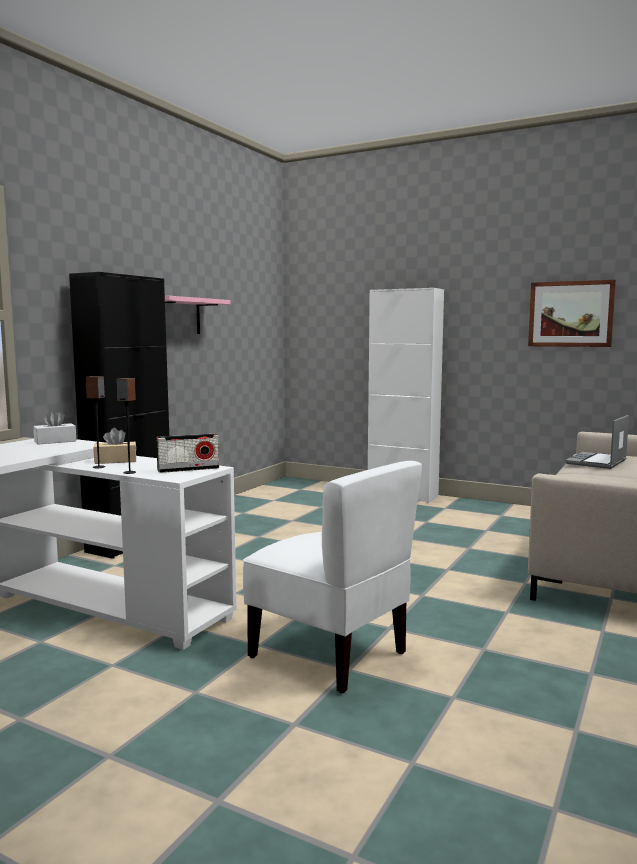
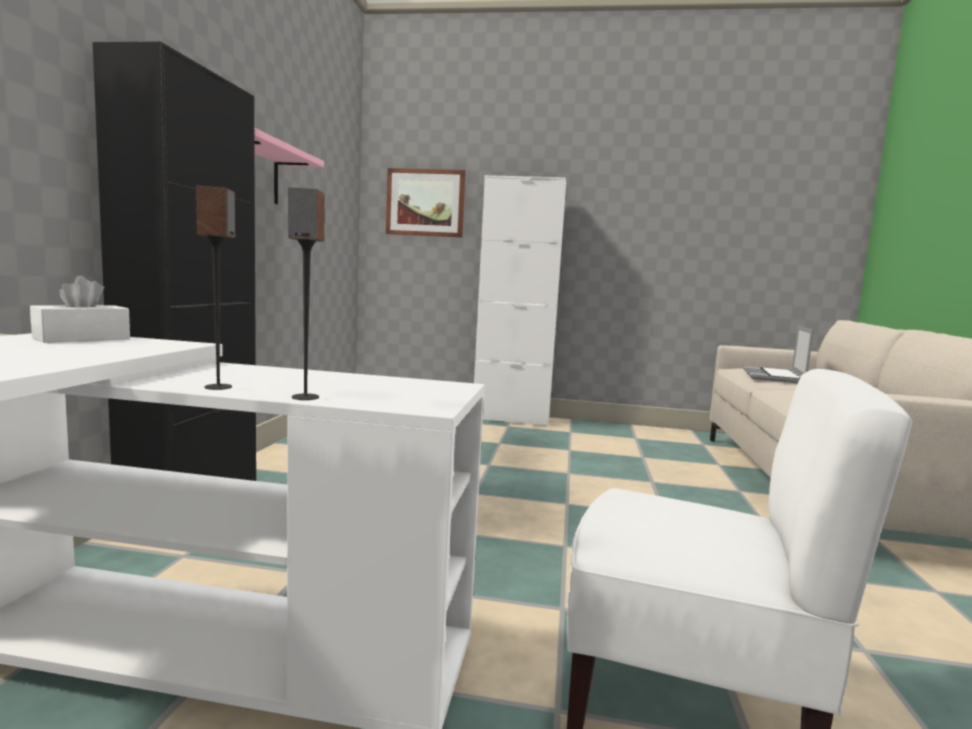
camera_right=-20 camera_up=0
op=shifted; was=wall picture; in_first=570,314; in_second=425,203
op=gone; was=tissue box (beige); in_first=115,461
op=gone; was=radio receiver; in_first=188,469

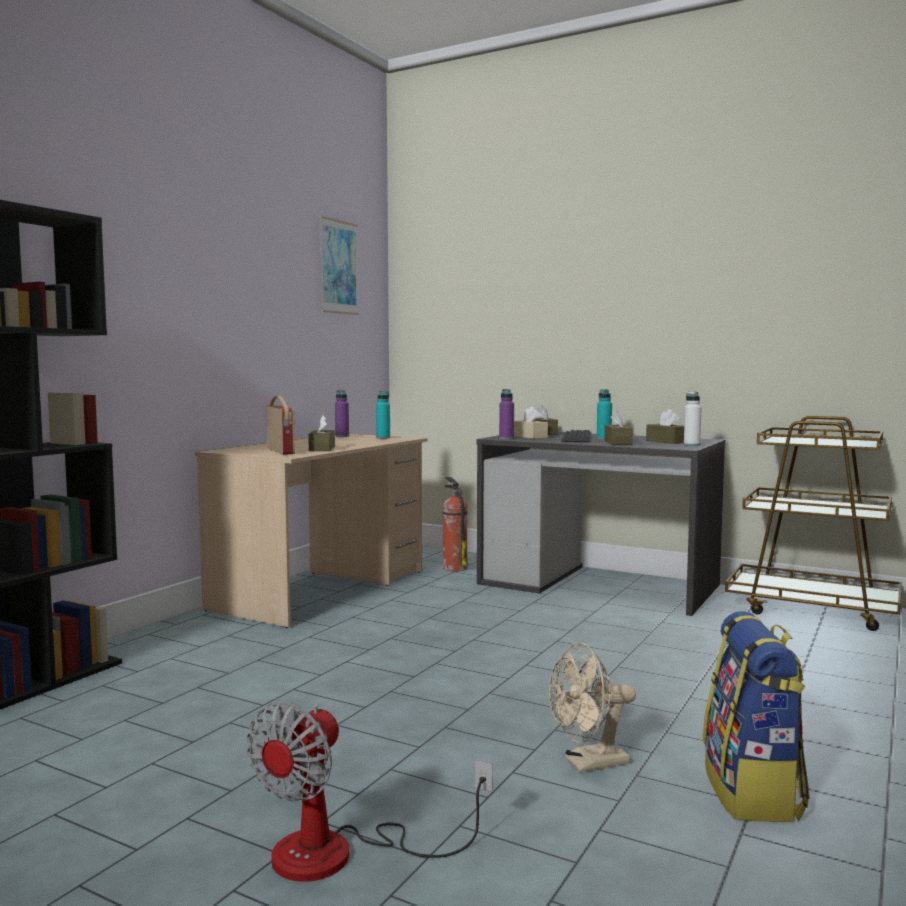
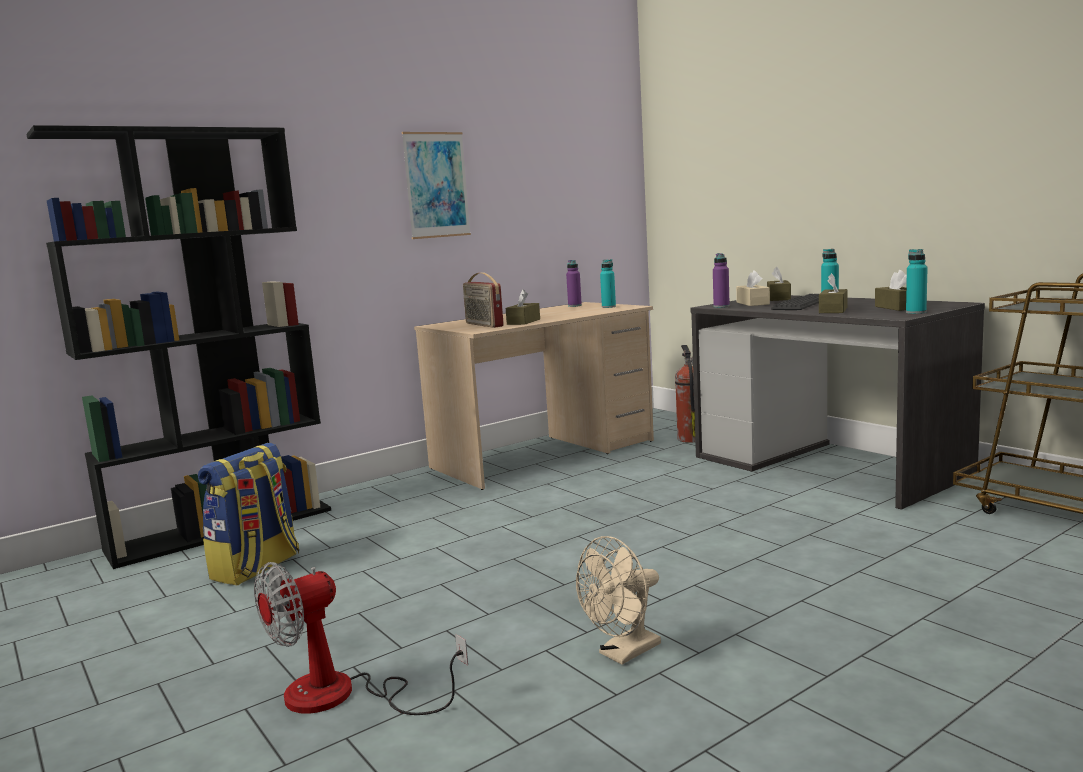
camera_right=25 camera_up=5
op=shifted; was=wall picture; in_first=339,267; in_second=436,185
op=repainted; was=drink bottle (white-coloured); now=drink bottle (turquoise-coloured); in_first=691,445; in_second=916,312
op=rotated; was=radio receiver; in_first=281,451; in_second=483,325; clockwise=150
op=shifted; was=knapsack; in_first=753,792; in_second=257,568
op=rotated; was=cooling fan (beige); in_first=588,763; in_second=623,653; clockwise=-45

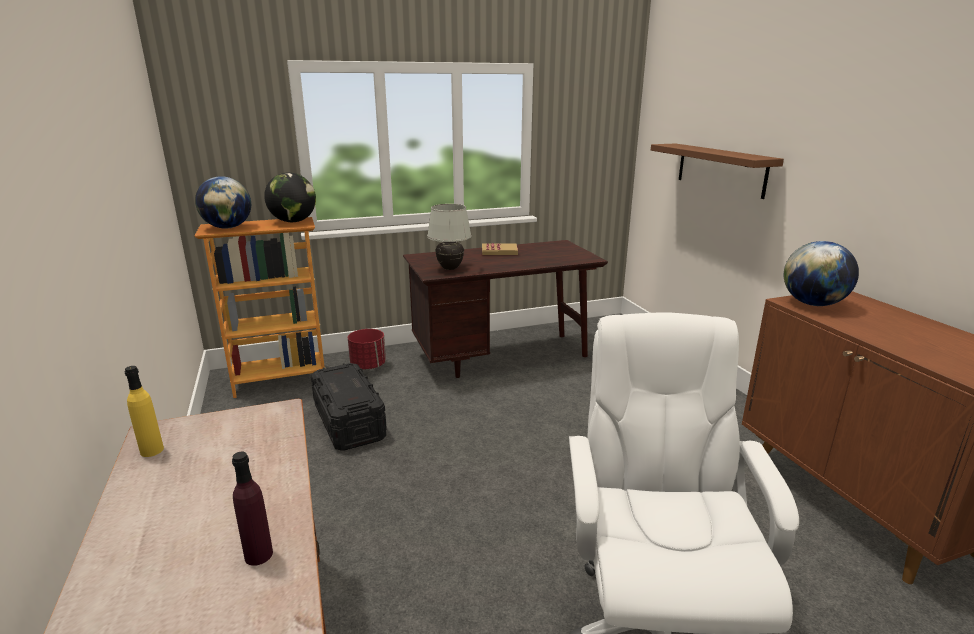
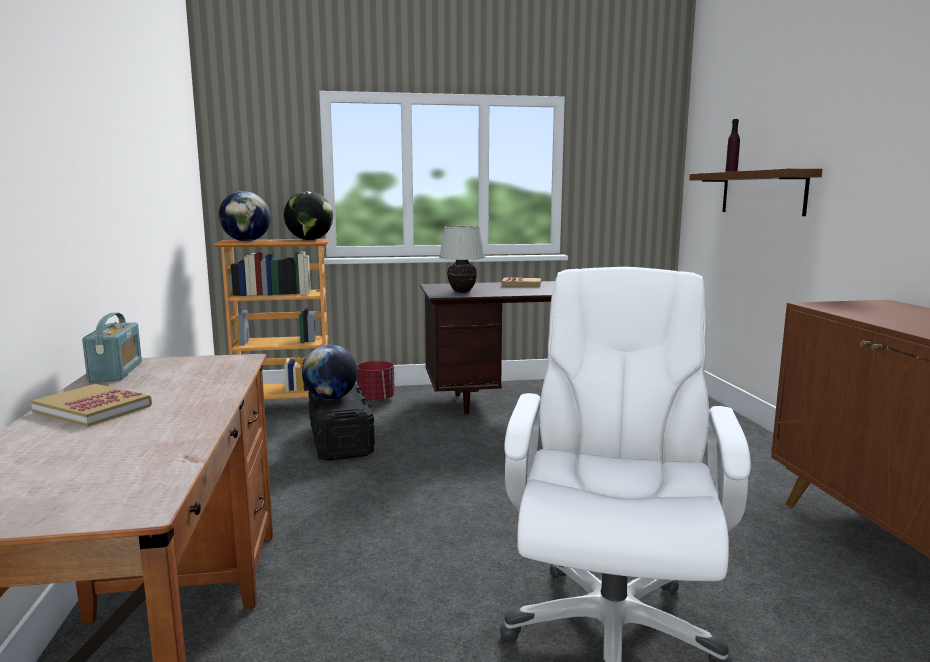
camera_right=10 camera_up=-10
op=shifted; was=desk globe; in_first=813,304; in_second=331,398
op=swapped; was=drink bottle (yellowish); now=radio receiver; in_first=152,450; in_second=116,371
op=shifted; was=drink bottle (purple-coloured); in_first=258,555; in_second=731,171
op=new; now=book; in_second=93,409

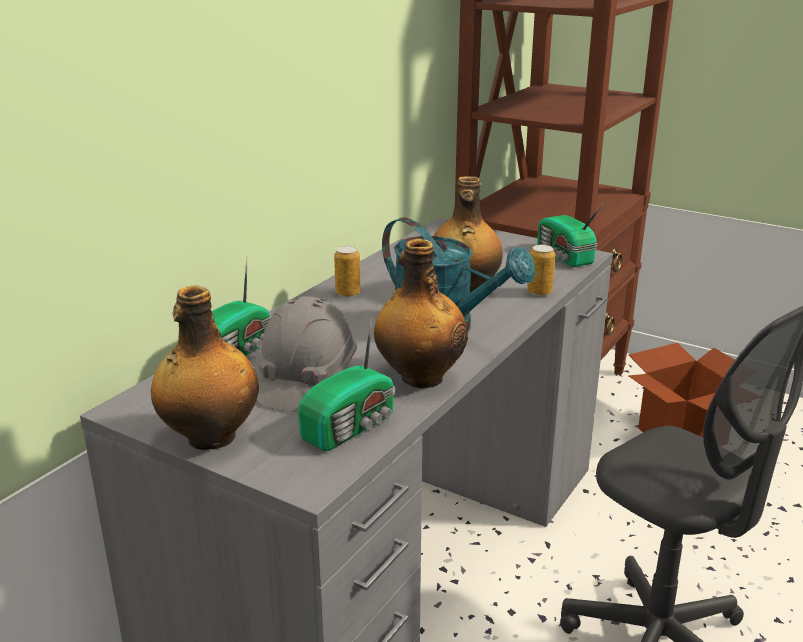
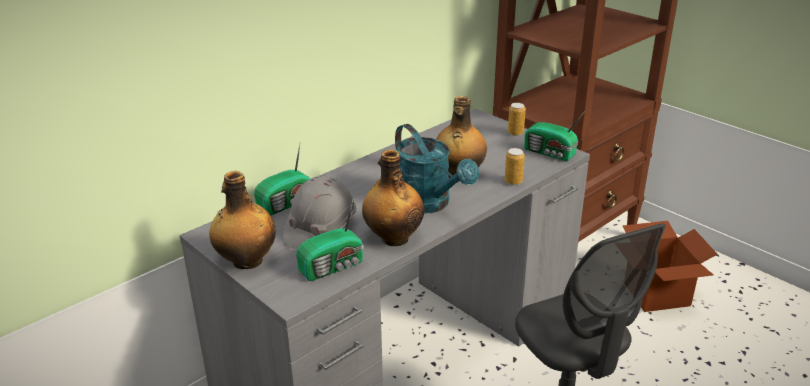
camera_right=15 camera_up=5
op=rotated; was=radio receiver; in_first=564,256; in_second=550,153; clockwise=-45
op=shifted; was=metal can; in_first=348,293; in_second=515,133

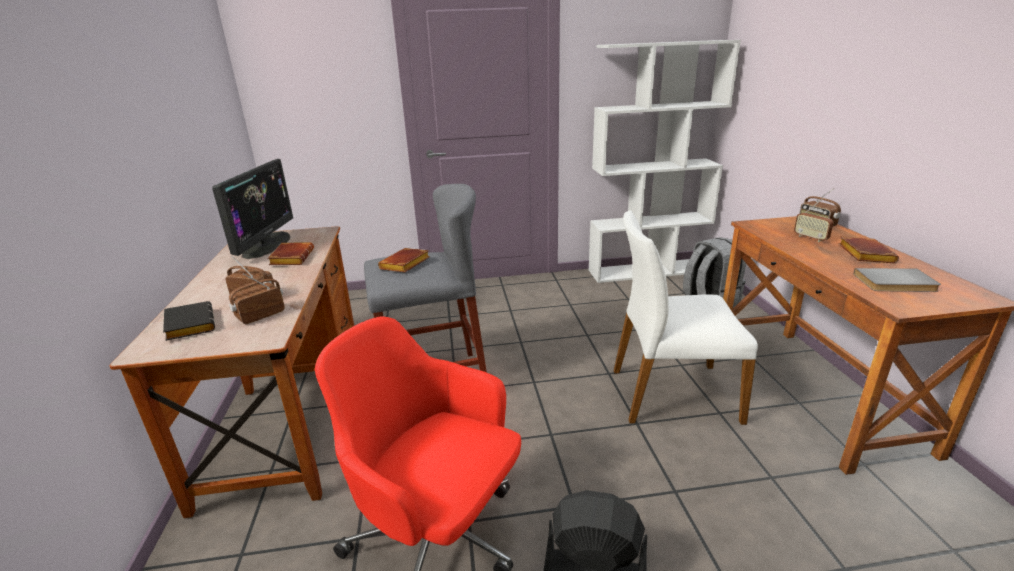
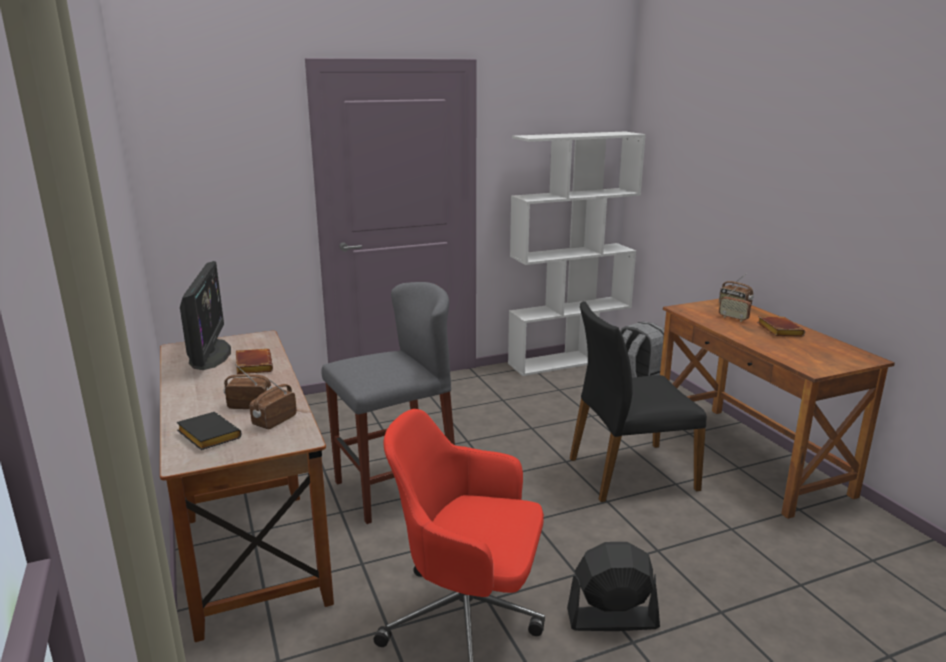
camera_right=-15 camera_up=-5
op=repainted; was=plain chair (white-coloured); now=plain chair (blackish); in_first=672,394; in_second=629,472
op=gone; was=book (brown-coloured); in_first=405,265
op=gone; was=book (grey); in_first=896,283

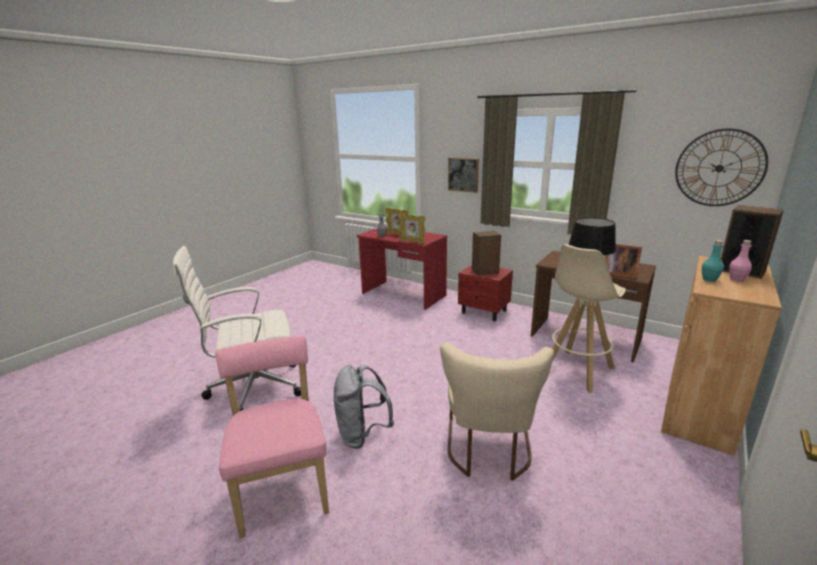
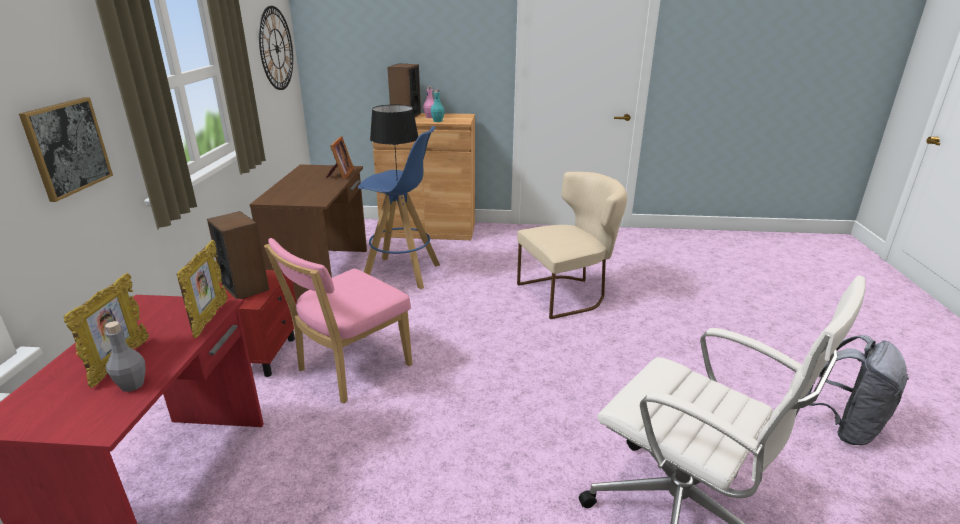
camera_right=-120 camera_up=5
op=repainted; was=sitting stool (beige); now=sitting stool (blue); in_first=577,370; in_second=403,273
op=shifted; was=plain chair (pink-coloured); in_first=283,487; in_second=350,370
op=shifted; was=knapsack (grey); in_first=362,435; in_second=843,426

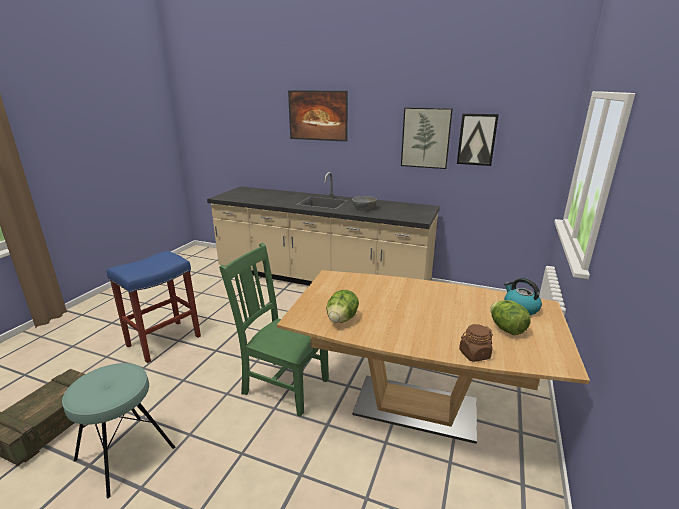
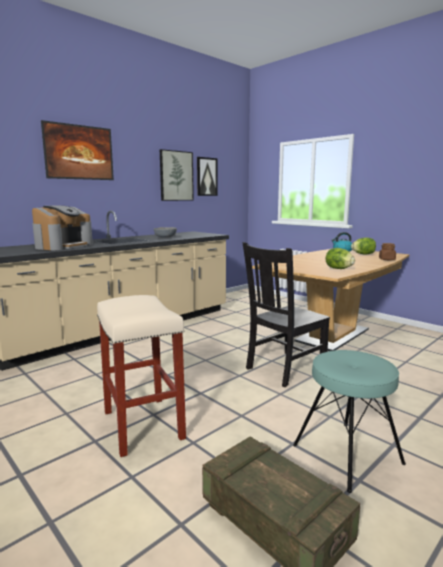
camera_right=-65 camera_up=-10
op=repainted; was=plain chair (green); now=plain chair (blackish); in_first=283,385; in_second=284,369
op=repainted; was=sitting stool (blue); now=sitting stool (beige); in_first=164,340; in_second=142,424
op=new; now=coffee maker; in_second=63,246

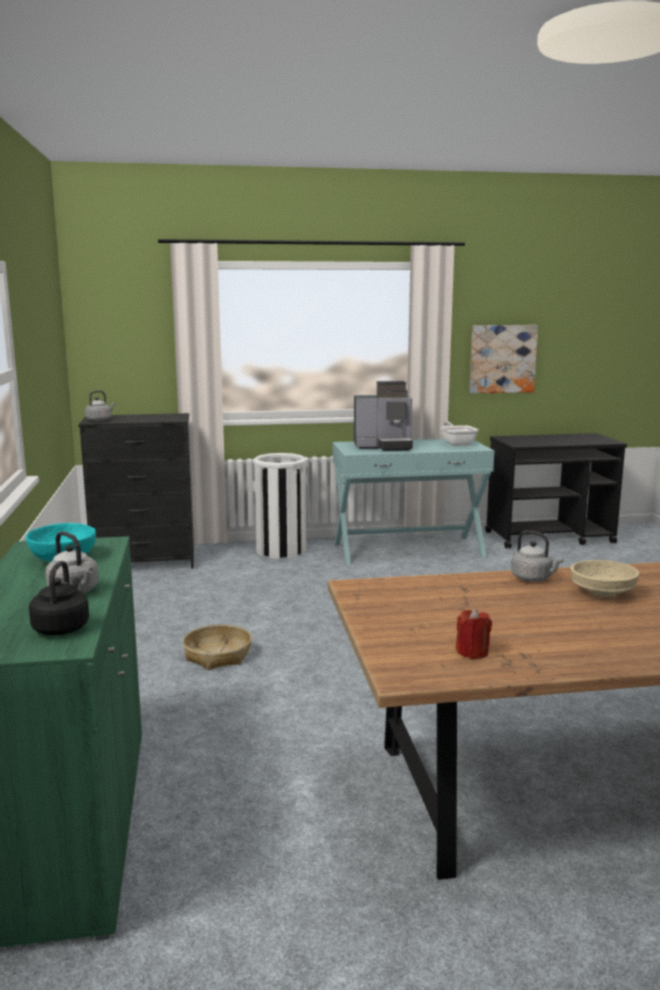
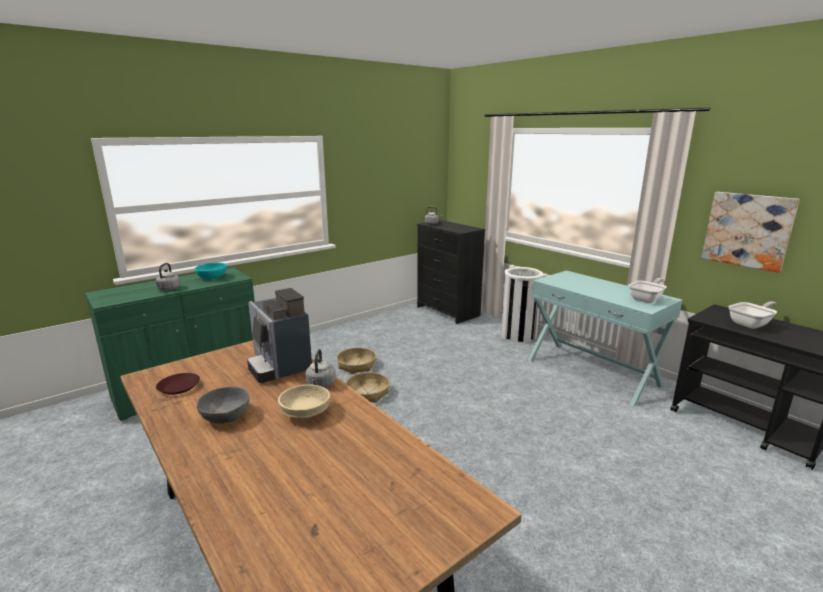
camera_right=60 camera_up=5
op=shifted; was=coffee maker; in_first=384,446; in_second=279,365
op=gone; was=water kettle (blackish); in_first=62,627
op=swapped; was=wax candle (reddish); now=plate (brown-coloured); in_first=472,652; in_second=179,387
op=new; now=pan; in_second=751,324
op=new; now=household basket; in_second=368,393
op=new; now=deep dish (grey); in_second=226,416

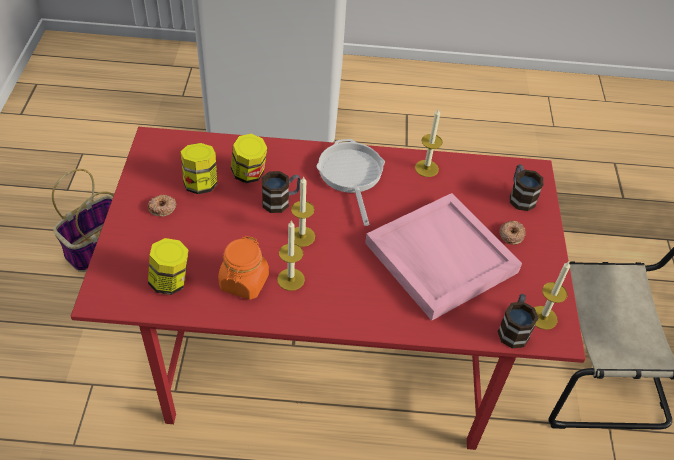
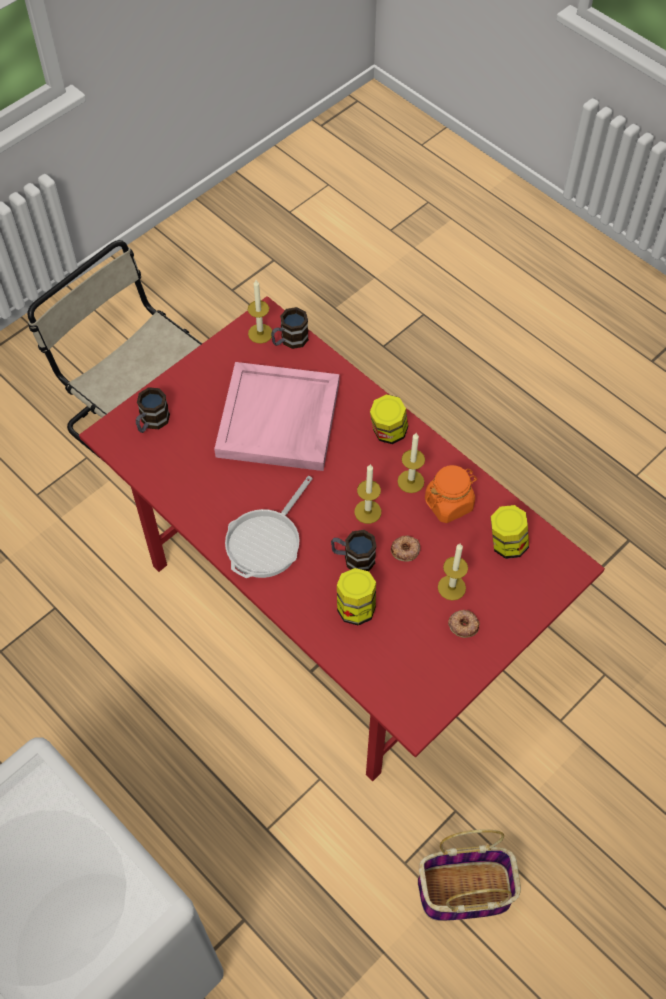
camera_right=-135 camera_up=10
op=shifted; was=wax candle; in_first=426,168; in_second=451,587
op=shifted; was=jar; in_first=201,184; in_second=388,432
op=shifted; was=donut; in_first=511,234; in_second=405,550

